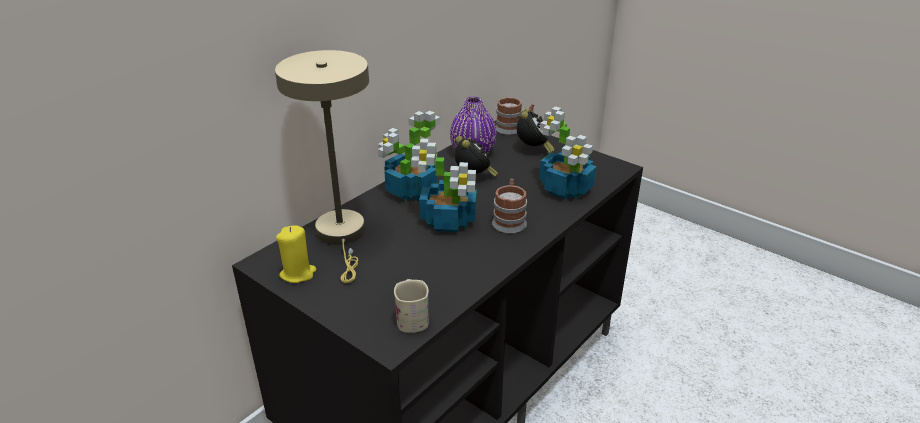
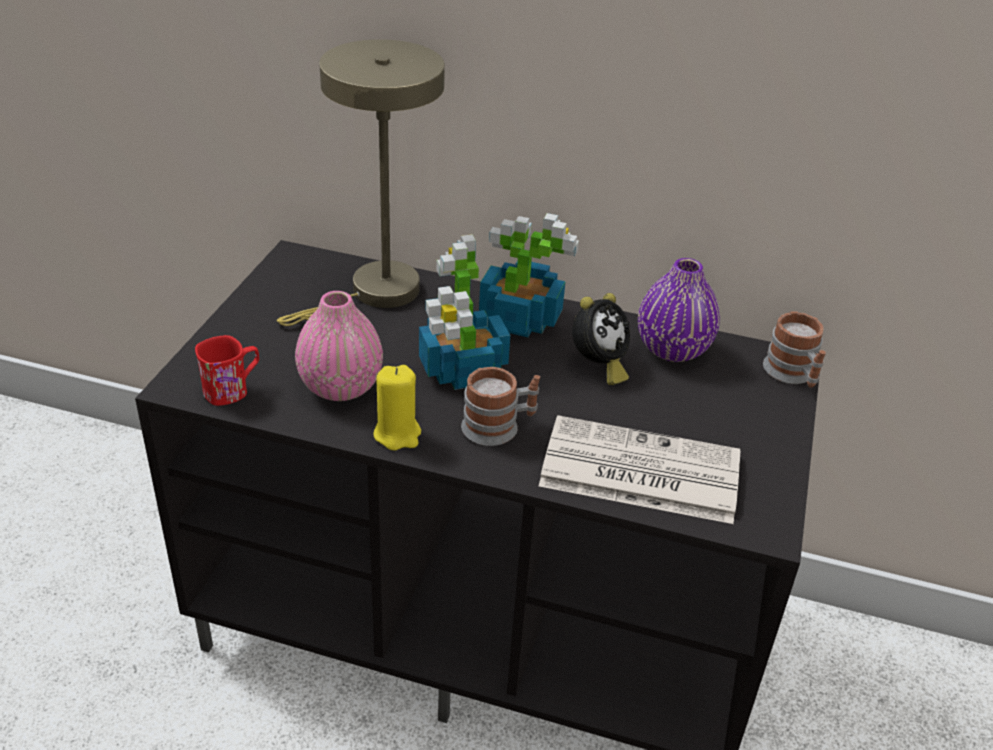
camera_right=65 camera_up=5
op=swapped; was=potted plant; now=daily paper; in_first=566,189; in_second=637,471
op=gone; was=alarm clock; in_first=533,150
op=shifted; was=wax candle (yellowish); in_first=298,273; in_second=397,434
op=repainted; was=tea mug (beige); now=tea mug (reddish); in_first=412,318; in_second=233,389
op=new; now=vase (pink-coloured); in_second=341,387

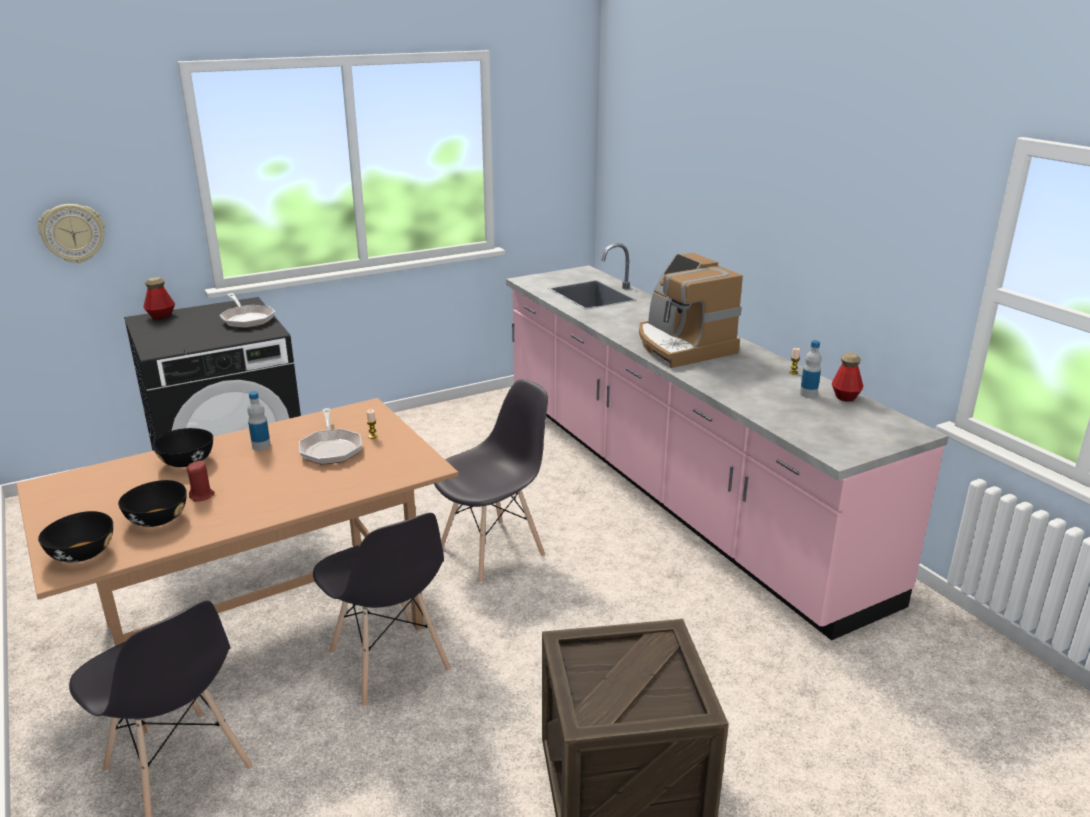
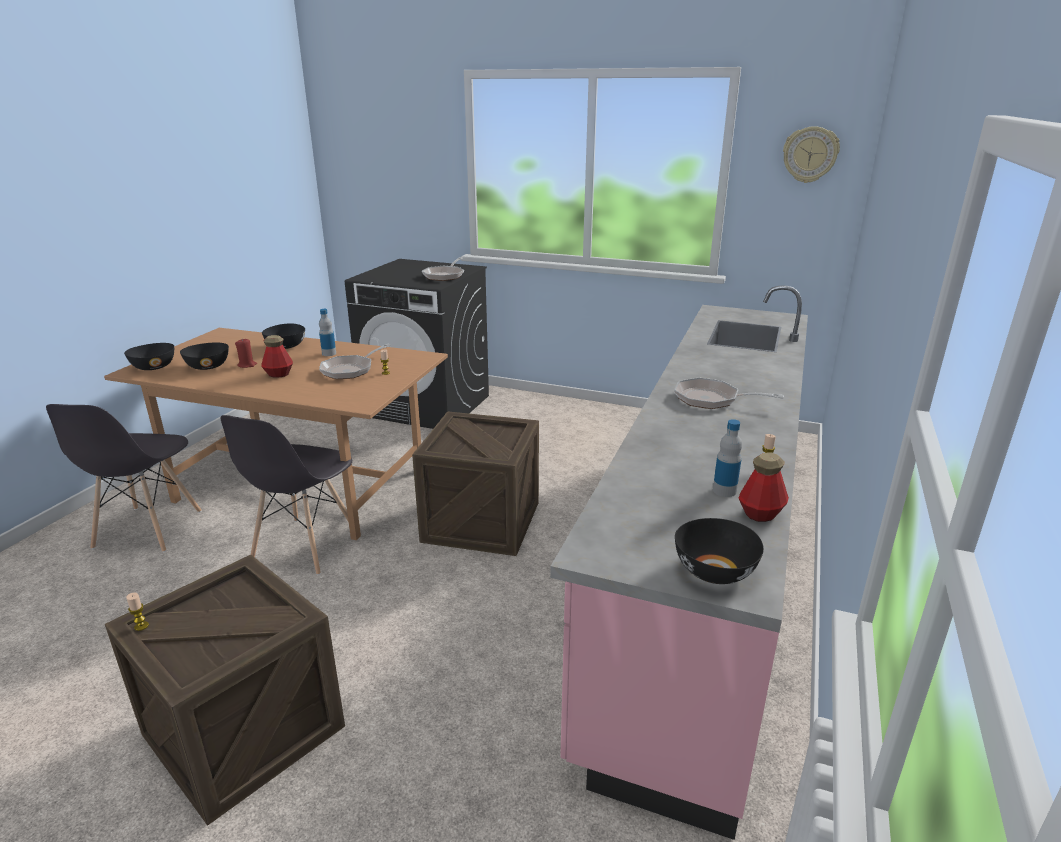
camera_right=50 camera_up=0
op=shifted; was=clock on the wall; in_first=73,233; in_second=810,154
op=swapped; was=coffee maker; now=pan; in_first=681,346; in_second=712,399
op=shifted; was=drink bottle; in_first=161,316; in_second=278,374
op=swapped; was=plain chair (grey); now=packing crate; in_first=493,551; in_second=481,521
op=new; now=deep dish (blackish); in_second=714,571
op=new; now=wax candle; in_second=141,626

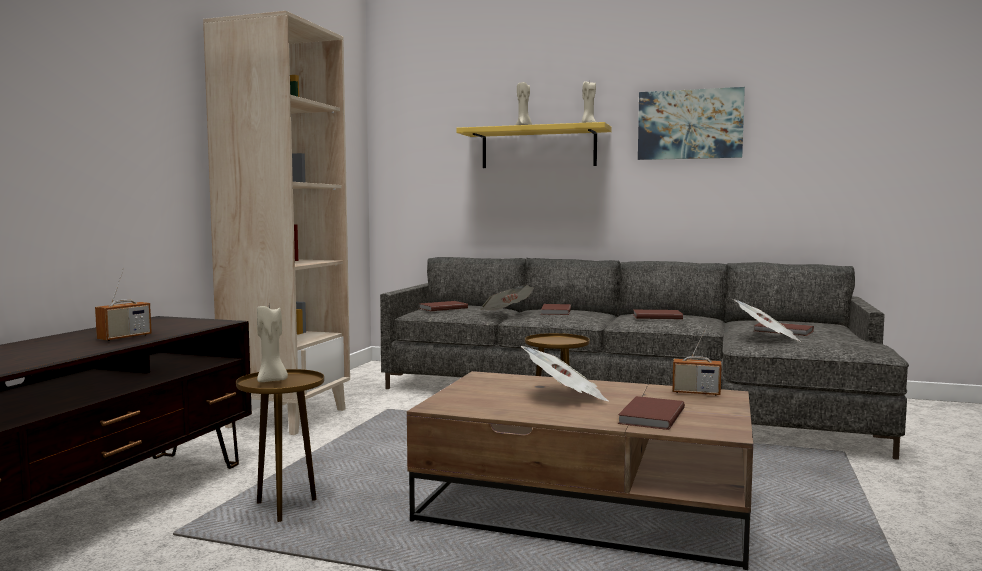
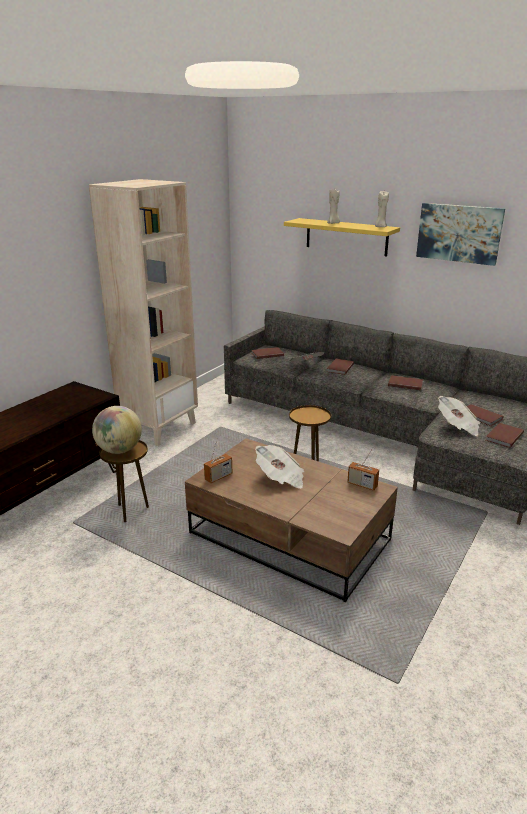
camera_right=15 camera_up=20
op=shifted; was=radio receiver; in_first=124,337; in_second=218,477
op=swapped; was=wax candle (beige); now=desk globe; in_first=272,381; in_second=119,450
op=shifted; was=book (brown-coloured); in_first=649,416; in_second=503,436

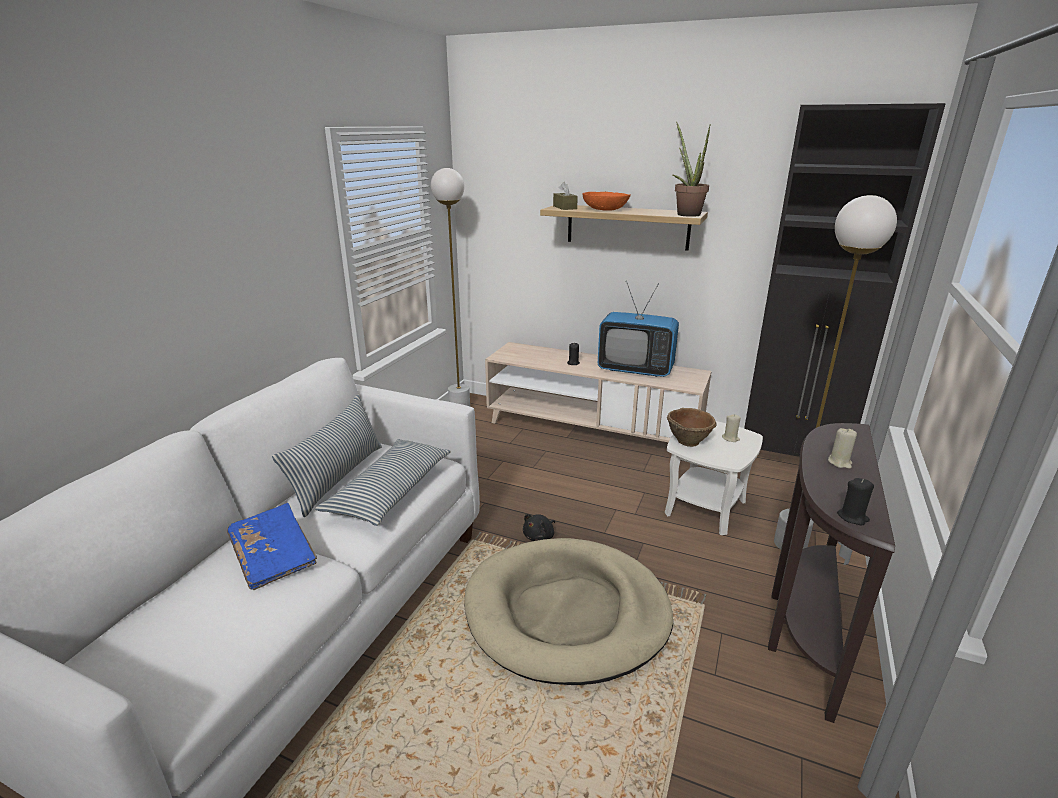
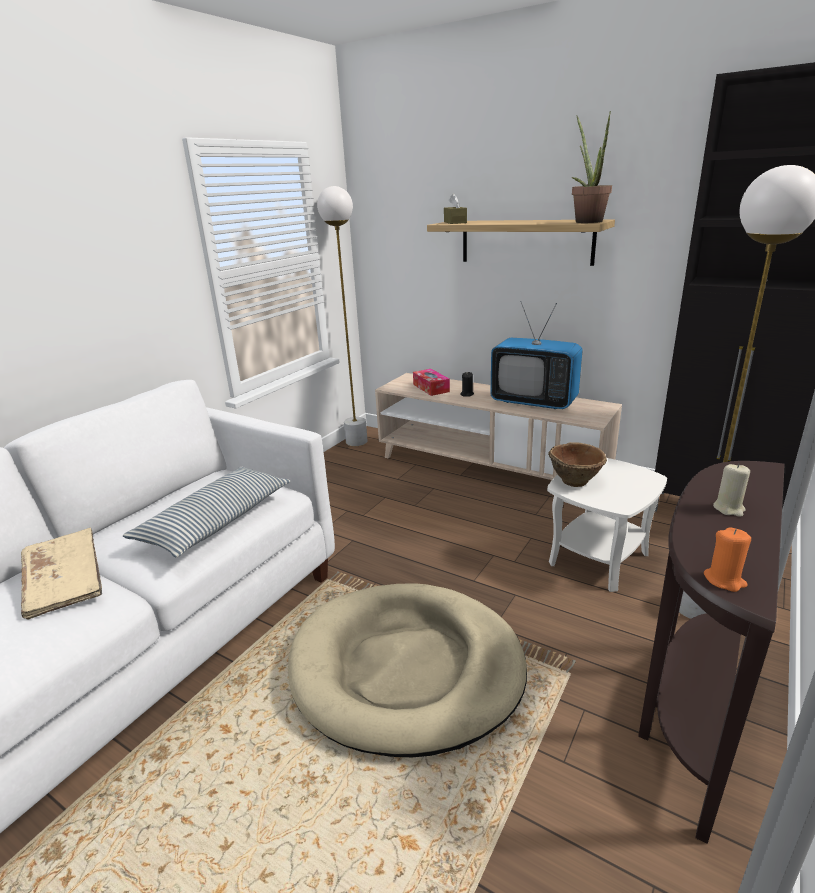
camera_right=10 camera_up=0
op=gone; was=deep dish (orange); in_first=605,209
op=gone; was=throw pillow; in_first=338,477
op=gone; was=wax candle (beige); in_first=730,438
op=repainted; was=wax candle (blackish); now=wax candle (orange); in_first=852,517; in_second=724,580
op=repainted; was=book (blue); now=book (beige); in_first=274,557; in_second=66,584
op=gone; was=soft toy (blackish); in_first=539,536
op=new; now=tissue box; in_second=431,388

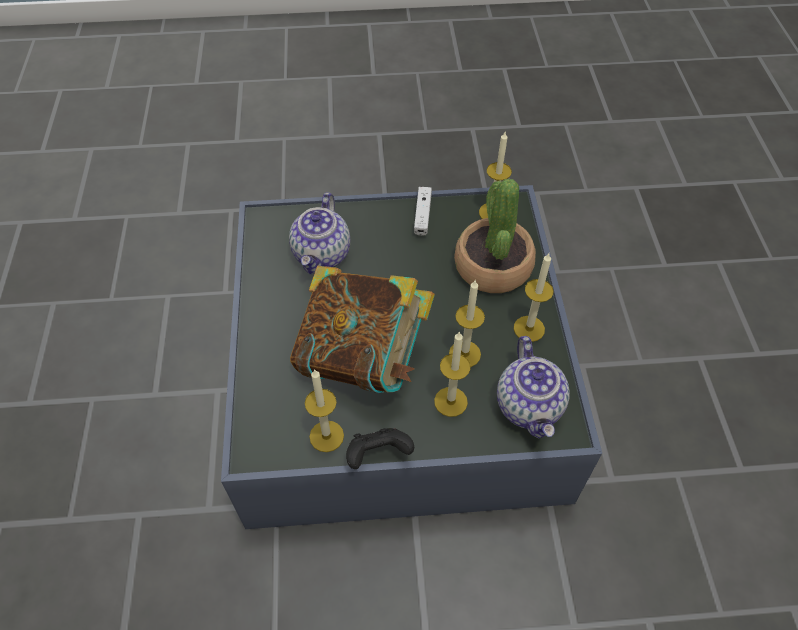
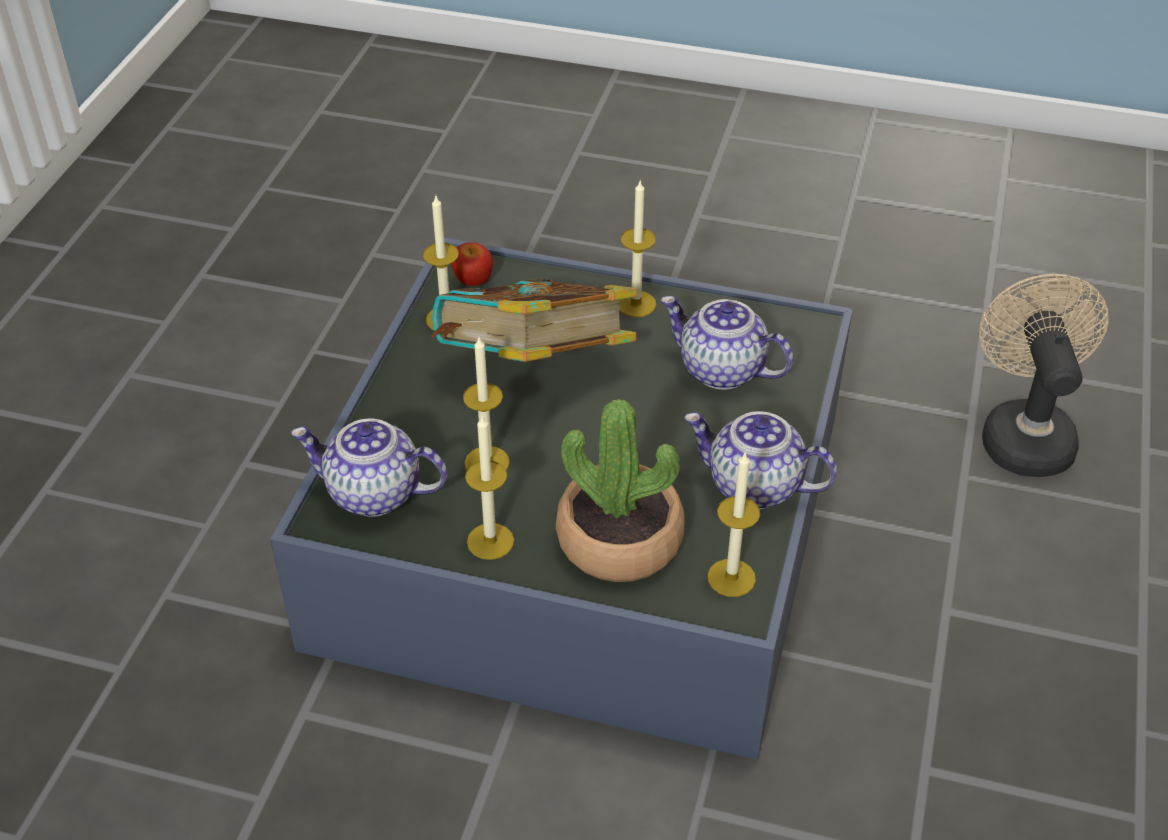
camera_right=110 camera_up=-10
op=swapped; was=gamepad (white-coloured); now=pot for tea; in_first=422,215; in_second=753,486
op=shifted; was=wax candle; in_first=450,401; in_second=636,304
op=gone; was=gamepad (blackish); in_first=378,455
op=new; now=apple fruit; in_second=472,280
op=new; now=cooling fan (beige); in_second=1023,433

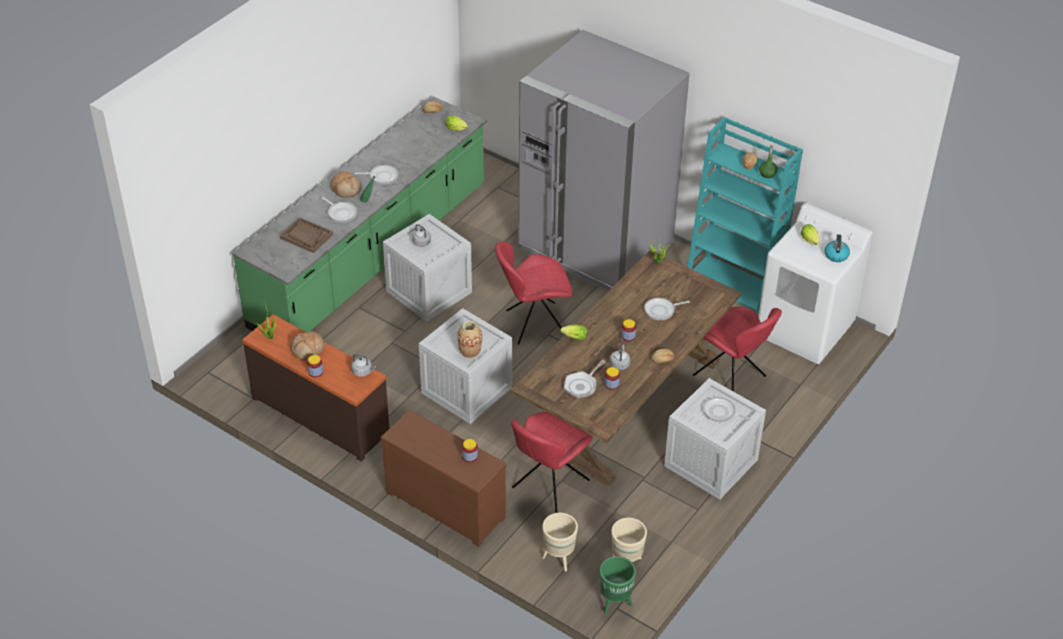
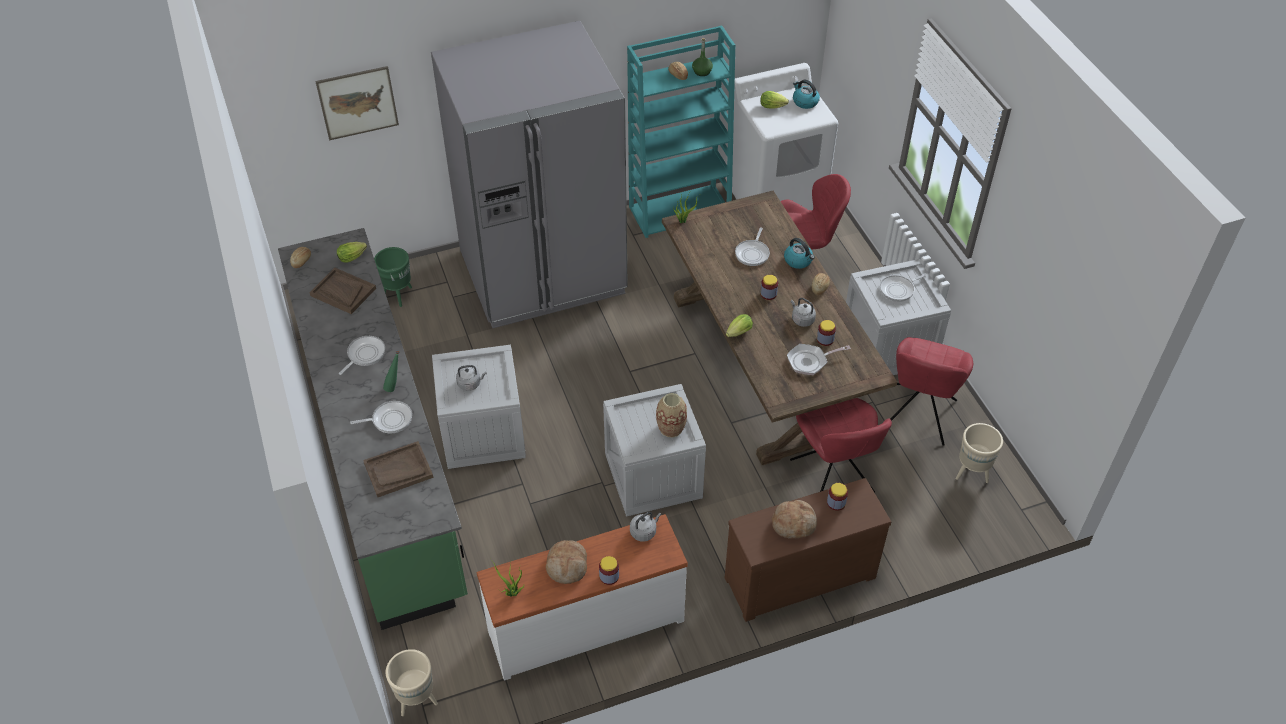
camera_right=-55 camera_up=5
op=shifted; was=bread; in_first=346,189; in_second=794,523
op=shifted; was=plain chair (reddish); in_first=533,324; in_second=918,416
op=repainted; was=chest of drawers (brown-coloured); now=chest of drawers (white-coloured); in_first=321,415; in_second=585,624
op=rotated; was=pan; in_first=582,385; in_second=810,361; clockwise=90
op=shifted; was=flower pot (beige); in_first=558,558; in_second=416,700
op=shifted; was=flower pot (green); in_first=614,603; in_second=398,296
op=new; now=wall picture; in_second=358,103
op=new; now=water kettle; in_second=798,261
op=new; now=tray (brown-coloured); in_second=343,292

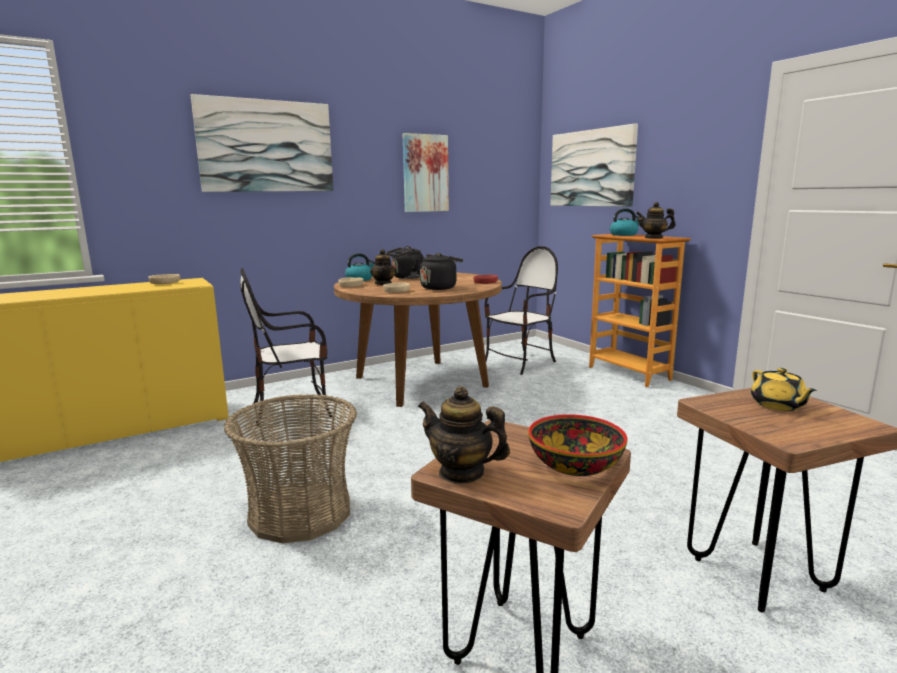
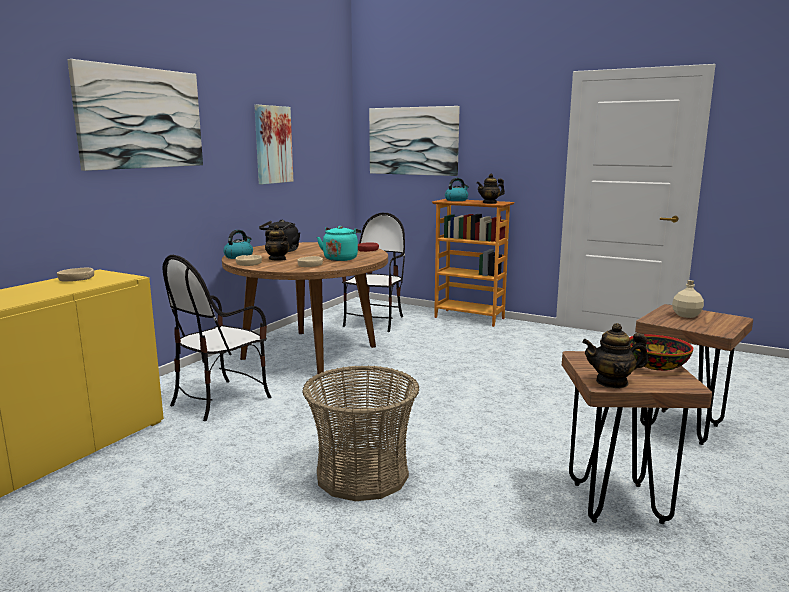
camera_right=-30 camera_up=0
op=repainted; was=water kettle (blackish); now=water kettle (turquoise-coloured); in_first=440,288; in_second=341,258
op=swapped; was=pot for tea (yellowish); now=drink bottle (beige); in_first=778,405; in_second=687,315

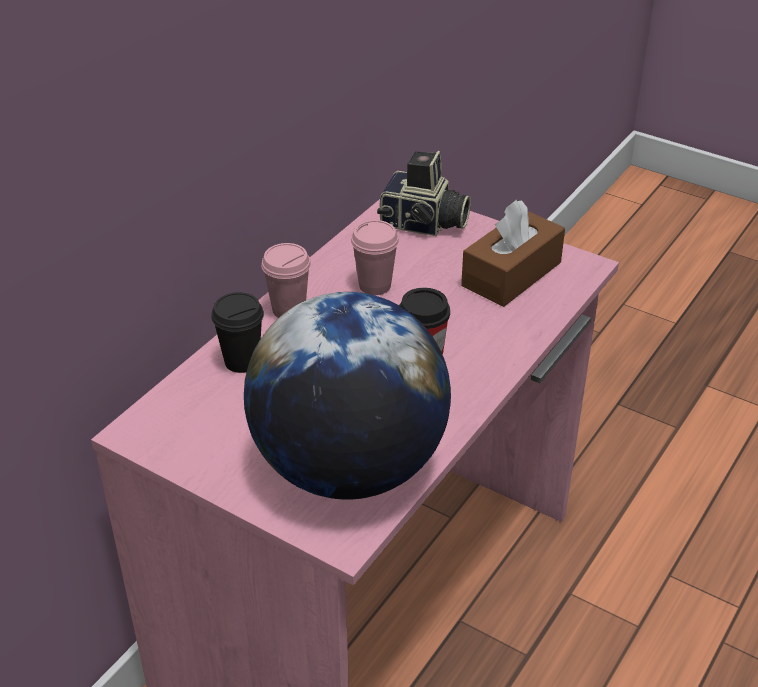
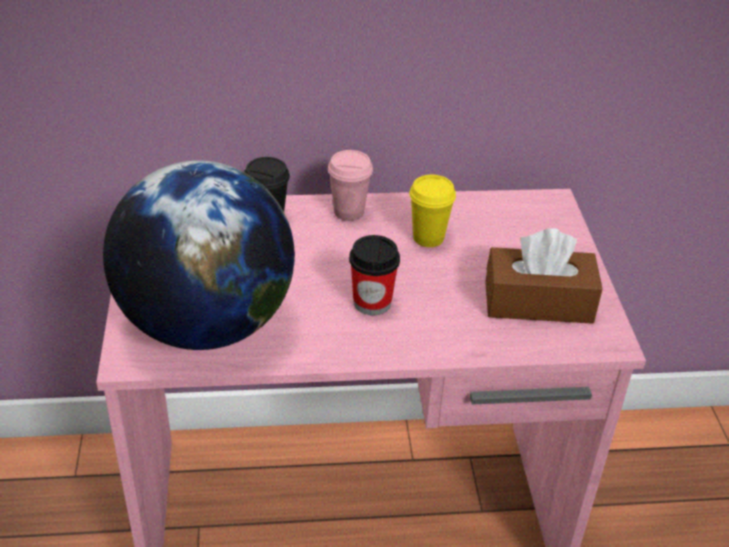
camera_right=50 camera_up=0
op=gone; was=still camera; in_first=424,224
op=repainted; was=cup (pink-coloured); now=cup (yellowish); in_first=374,286; in_second=428,238

